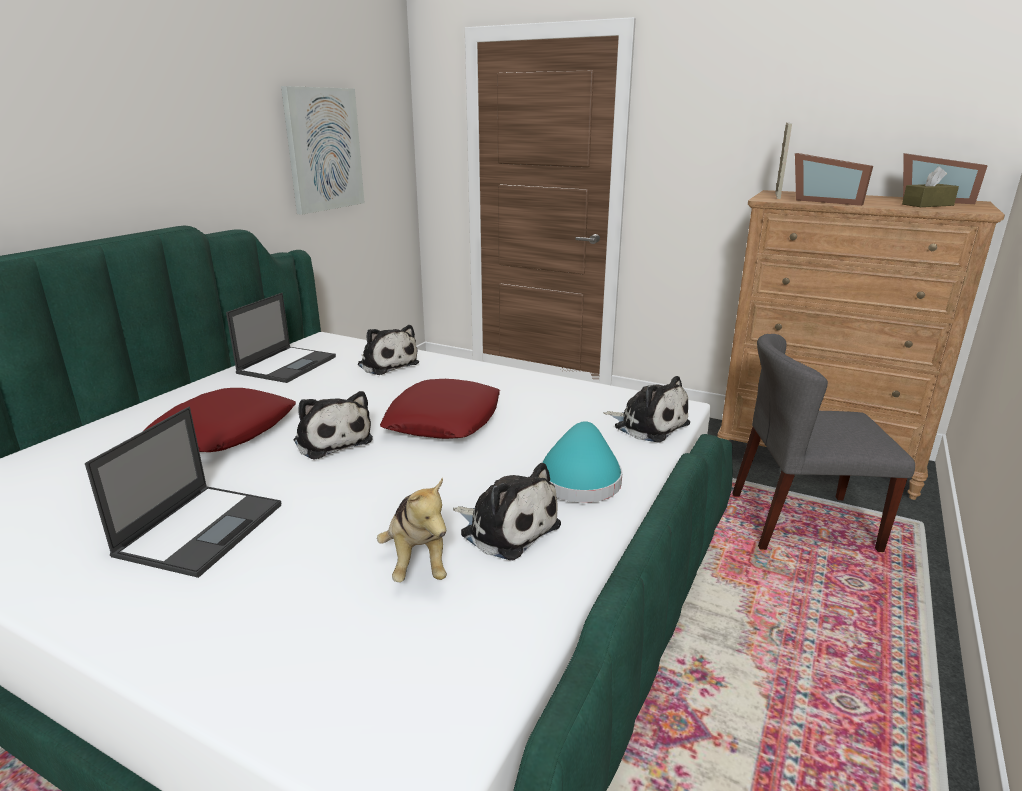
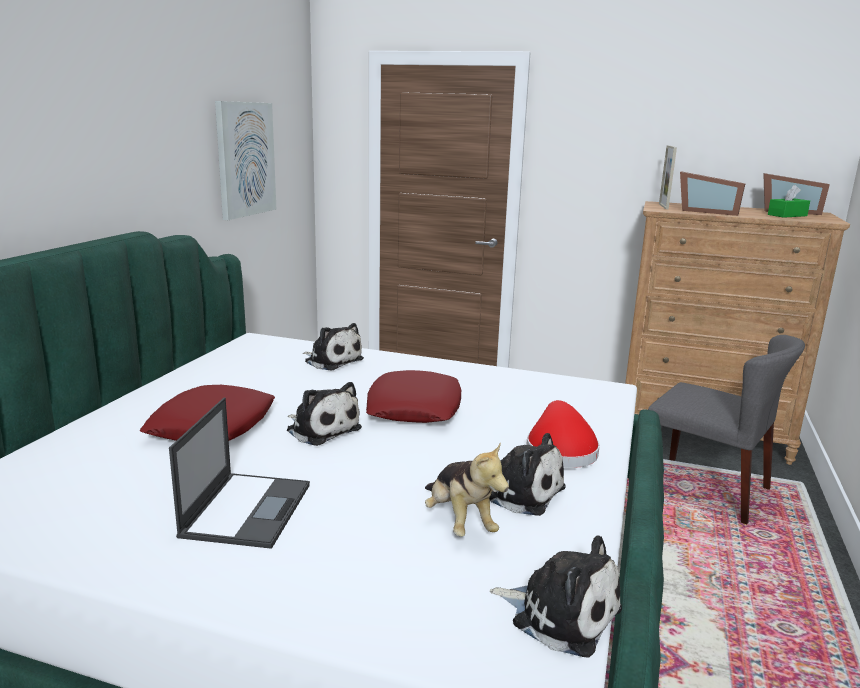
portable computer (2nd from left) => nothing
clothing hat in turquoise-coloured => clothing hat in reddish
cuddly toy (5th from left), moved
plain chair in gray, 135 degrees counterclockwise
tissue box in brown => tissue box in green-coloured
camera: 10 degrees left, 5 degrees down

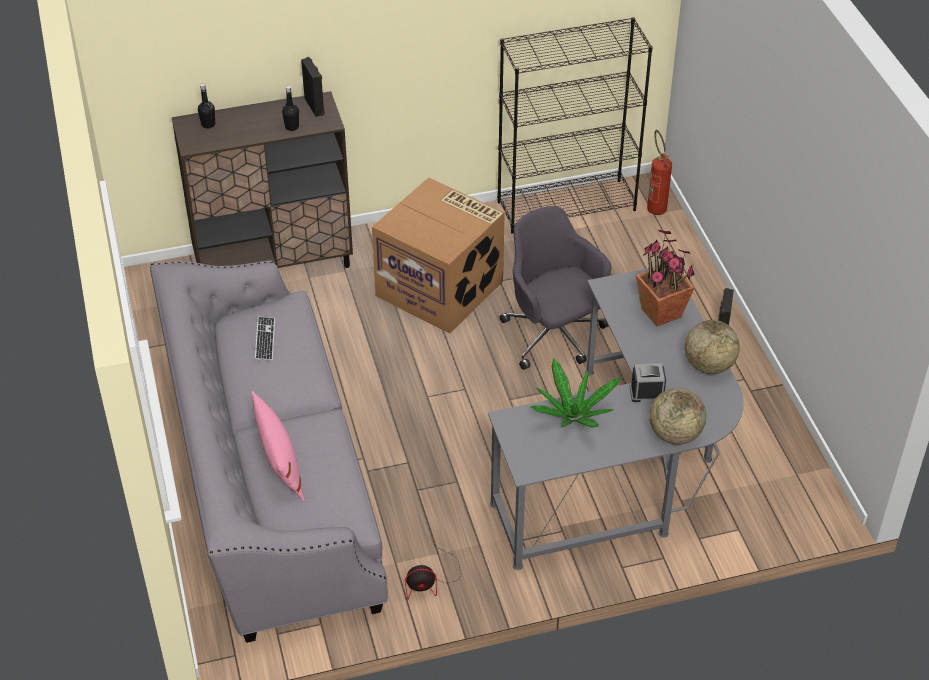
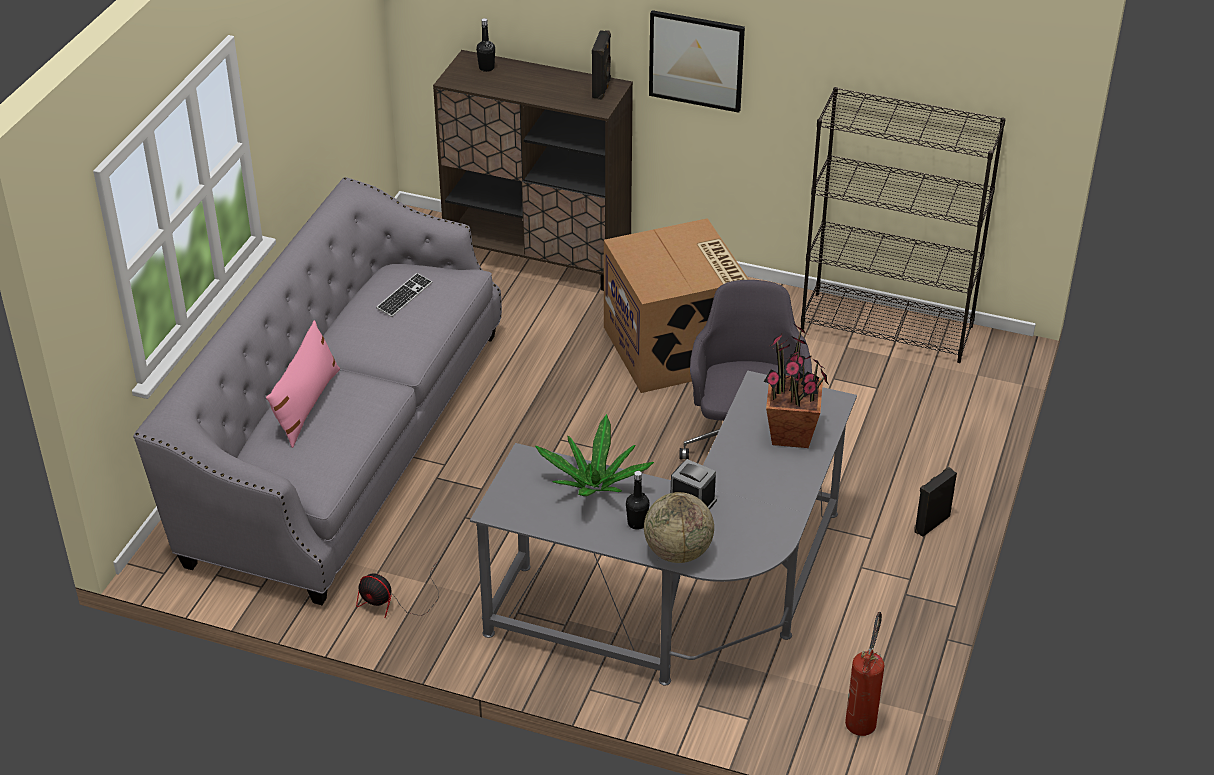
drink bottle in blackish (2nd from left), moved
extinguisher, moved
desk globe (2nd from left) => nothing
nothing => picture
camera: 35 degrees right, 5 degrees down

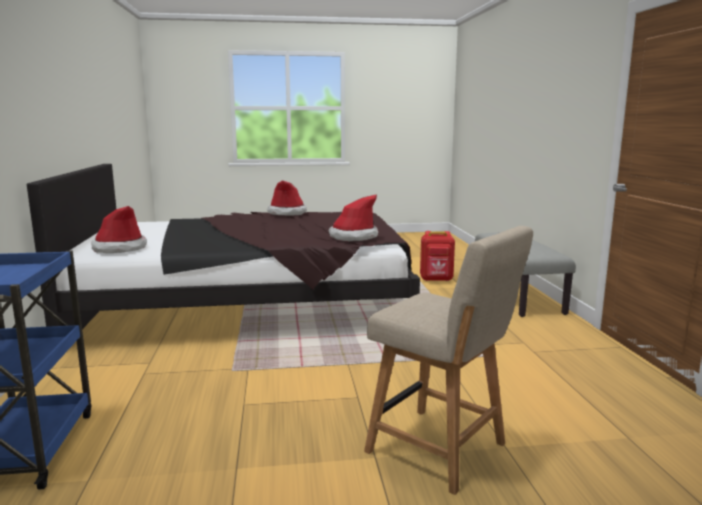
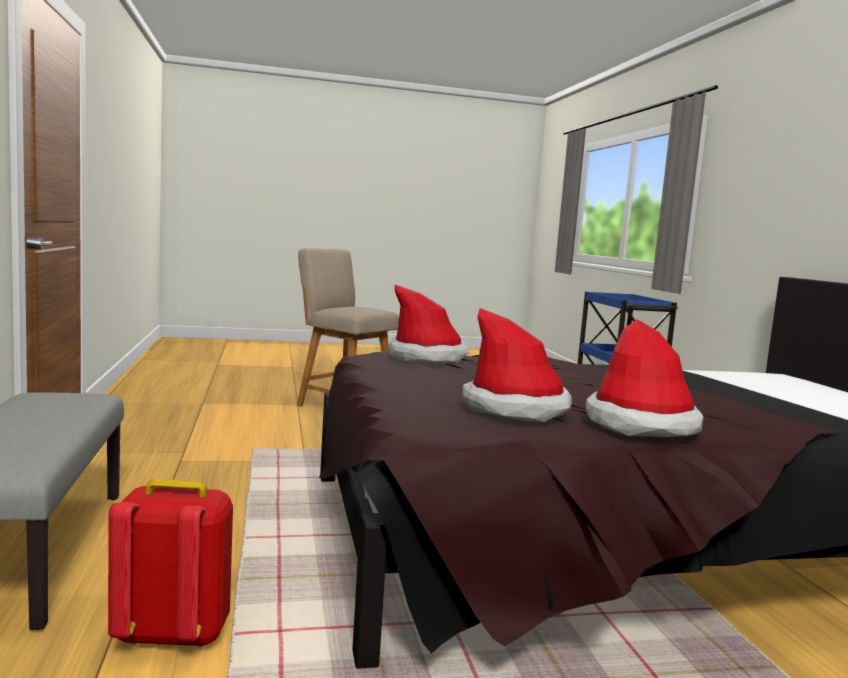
clothing hat (1st from left in the first image) => clothing hat (2nd from left), moved
camera: 175 degrees right, 5 degrees down

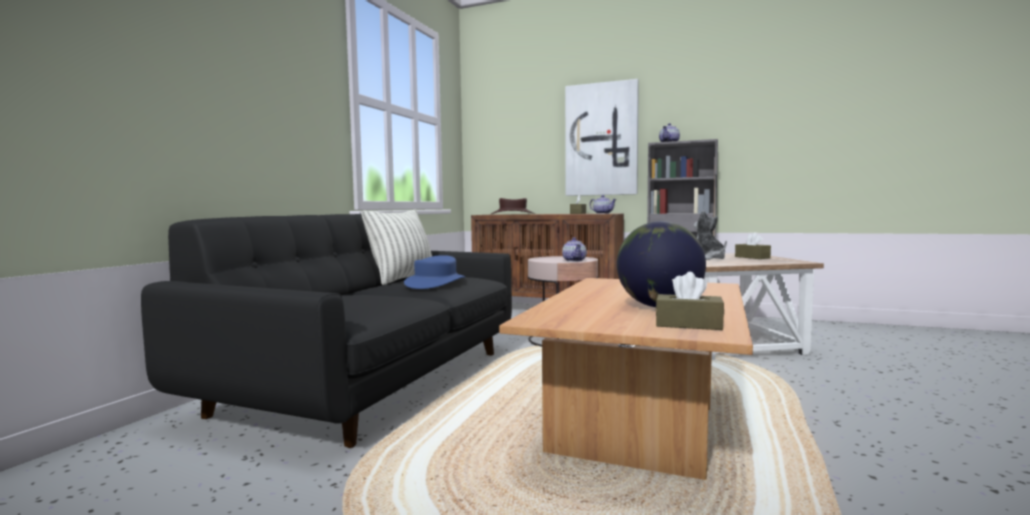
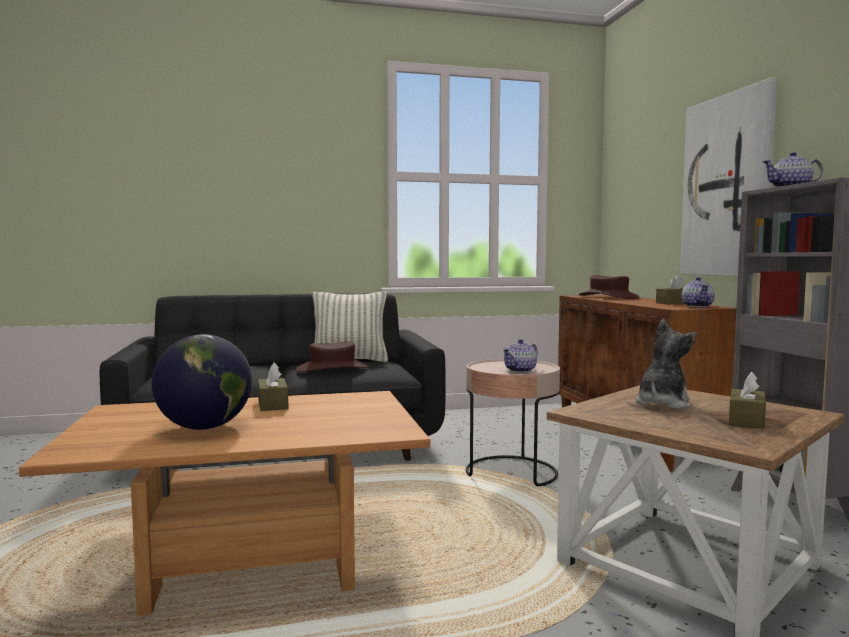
clothing hat in bluish => clothing hat in brown (1st from left)
tissue box in brown (2nd from left in the first image) => tissue box in brown (1st from left), moved
camera: 55 degrees right, 0 degrees up

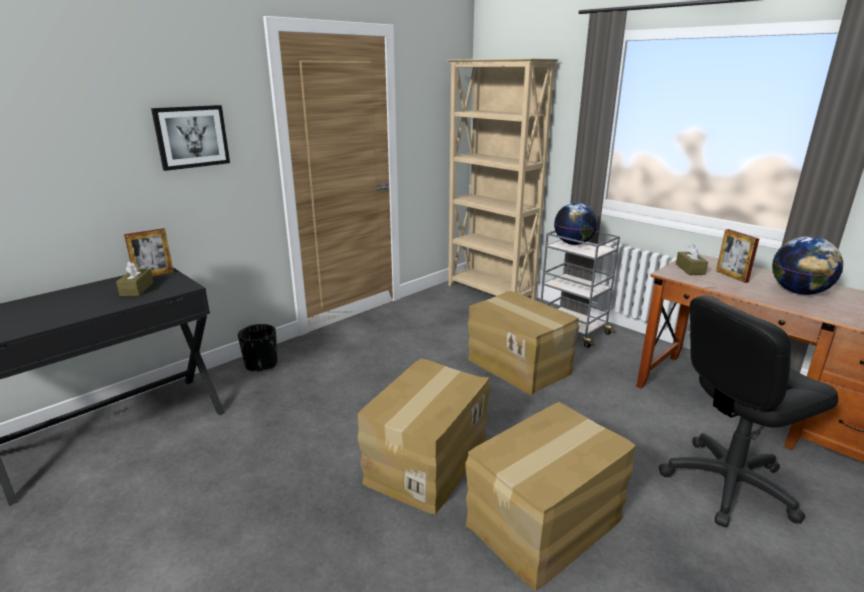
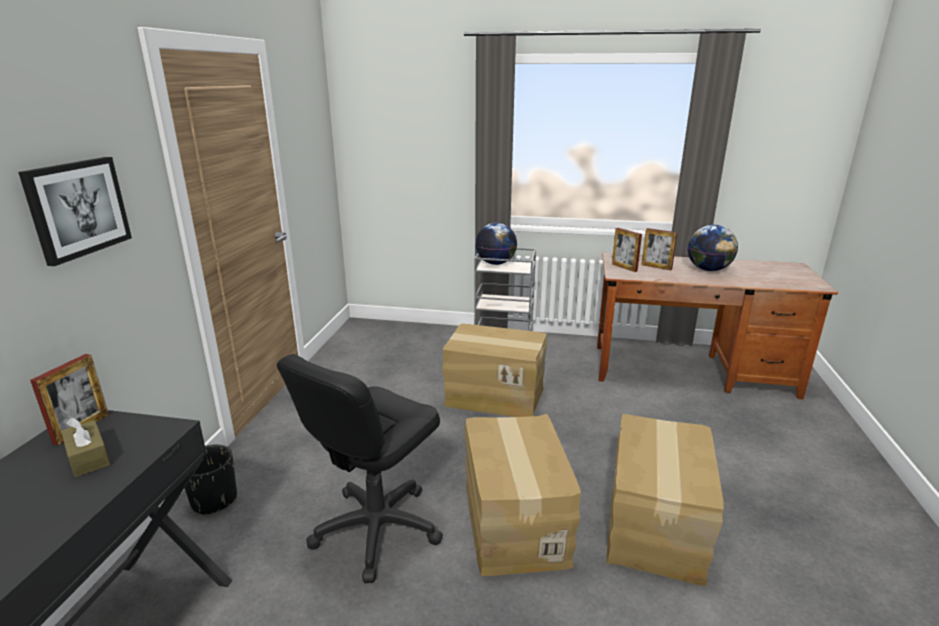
shelving unit in beige => nothing
office chair in blackish, moved
tissue box in brown (2nd from left) => picture frame (2nd from left)
camera: 35 degrees left, 0 degrees up

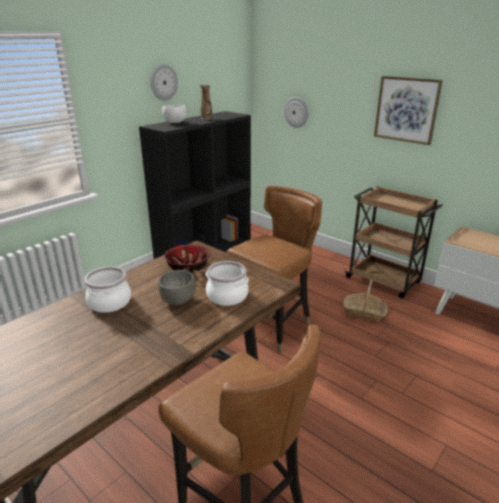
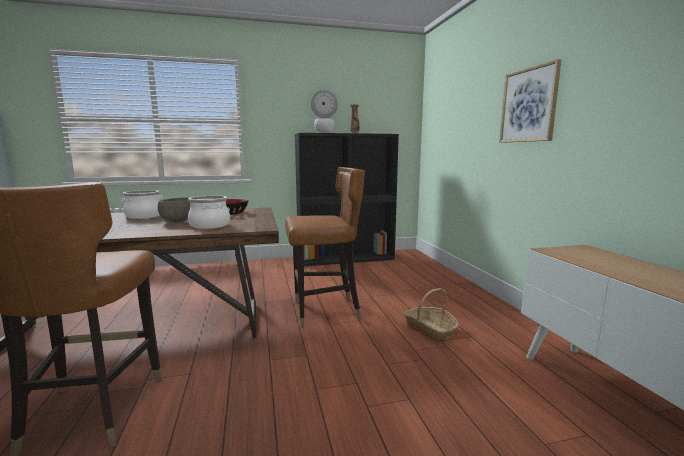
hanging clock (2nd from left) => nothing
trolley in brown => nothing
camera: 35 degrees right, 15 degrees down

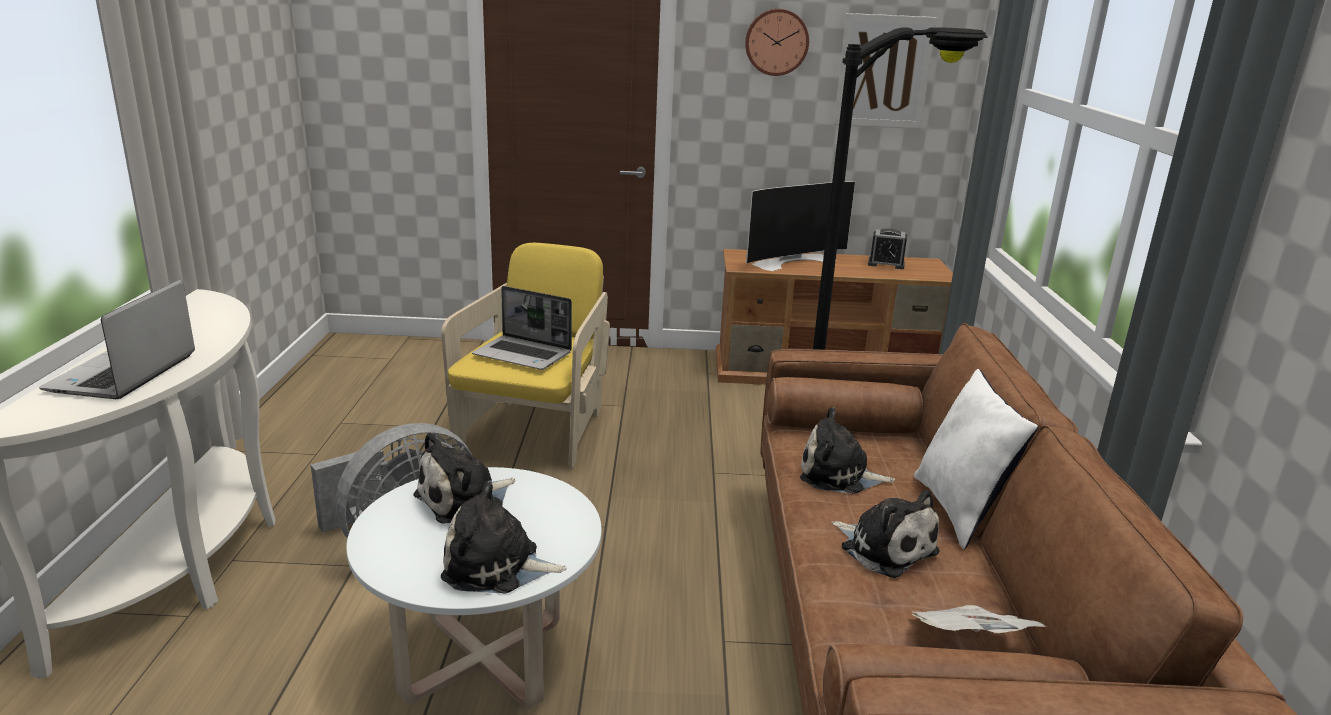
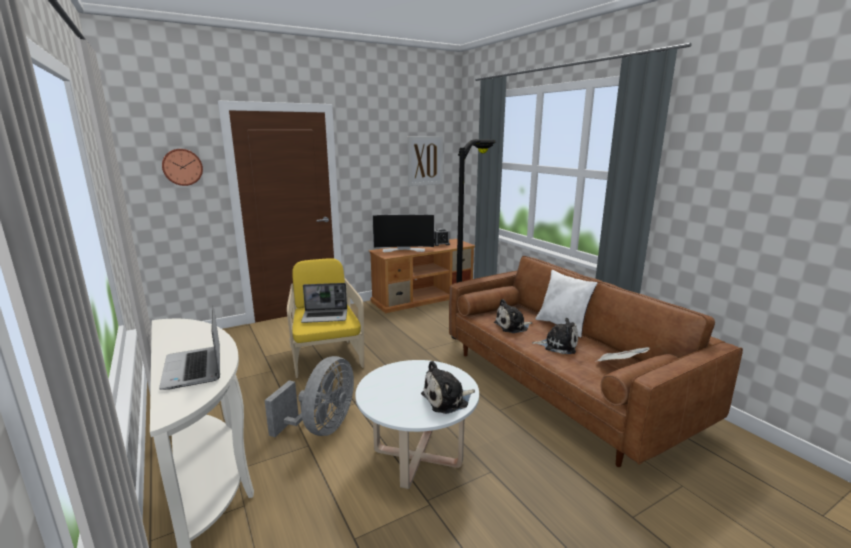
cuddly toy (1st from left) => nothing
hanging clock, moved
TV set, 60 degrees clockwise
camera: 30 degrees left, 5 degrees down

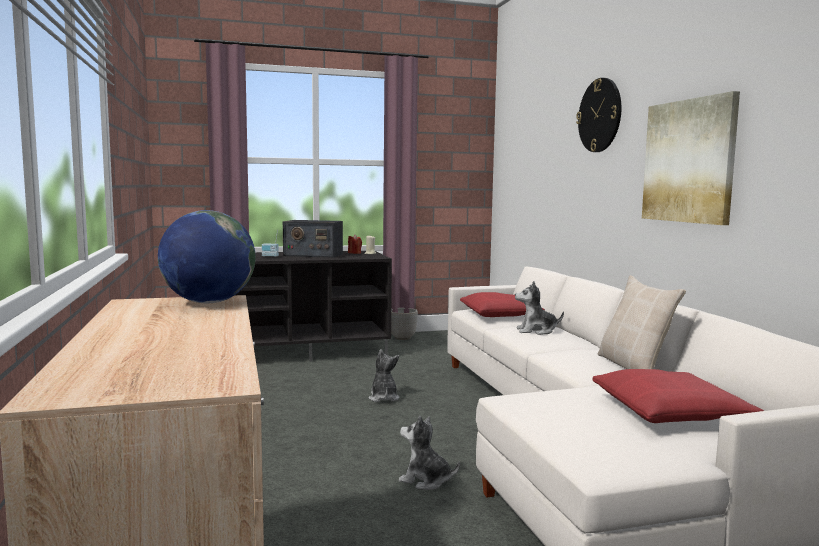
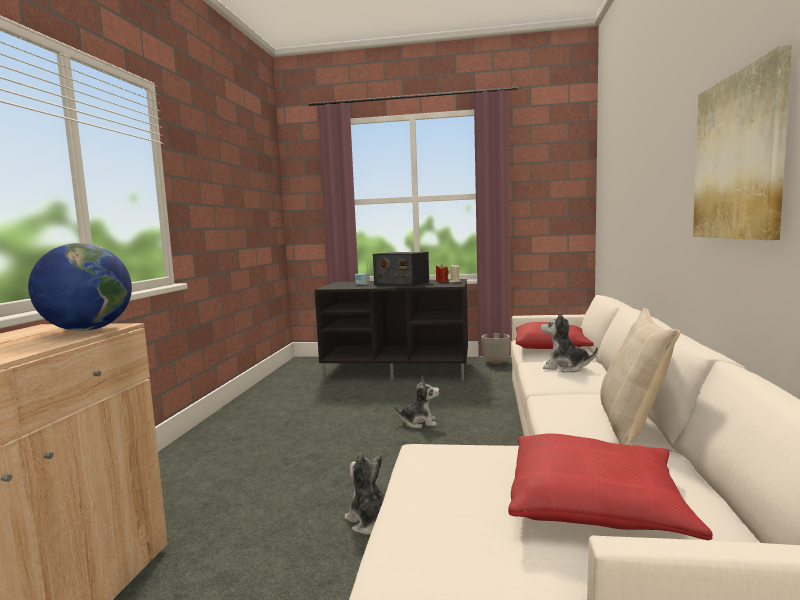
cuddly toy (1st from left in the first image) => cuddly toy (2nd from left), 75 degrees clockwise
hanging clock => nothing
camera: 25 degrees right, 0 degrees up

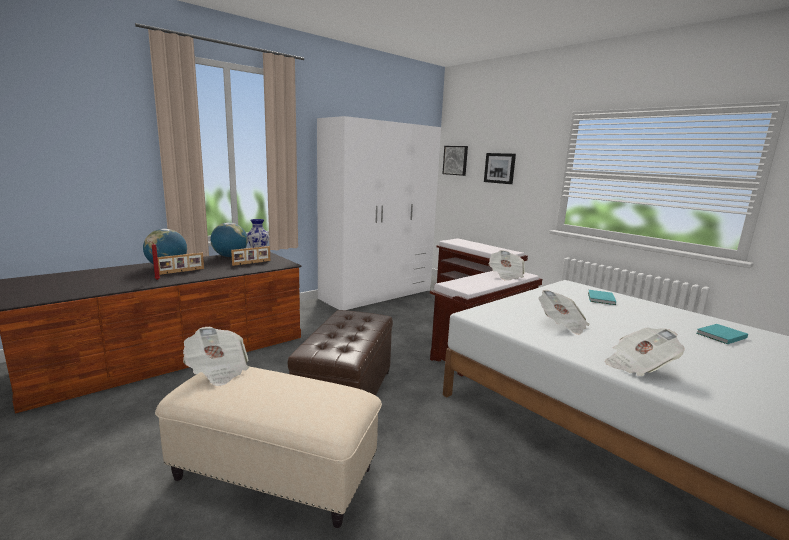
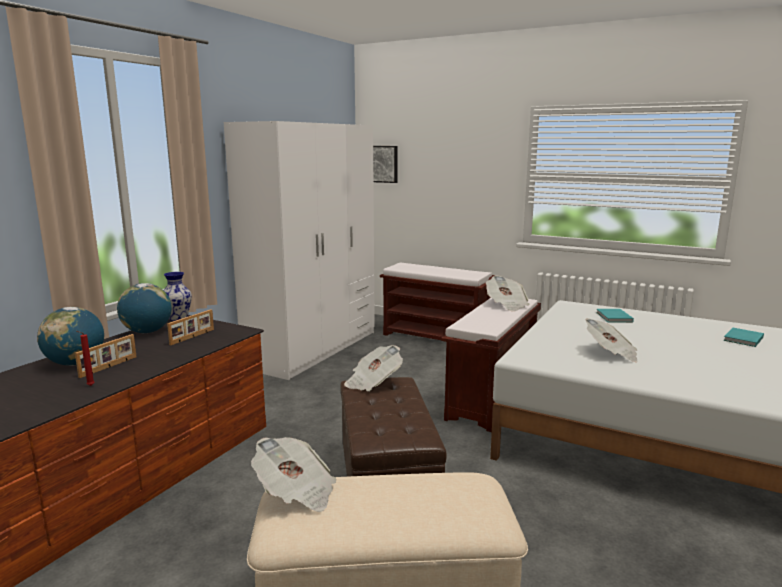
picture (2nd from left) => nothing
daily paper (4th from left in the first image) => daily paper (2nd from left), moved
camera: 20 degrees left, 0 degrees up

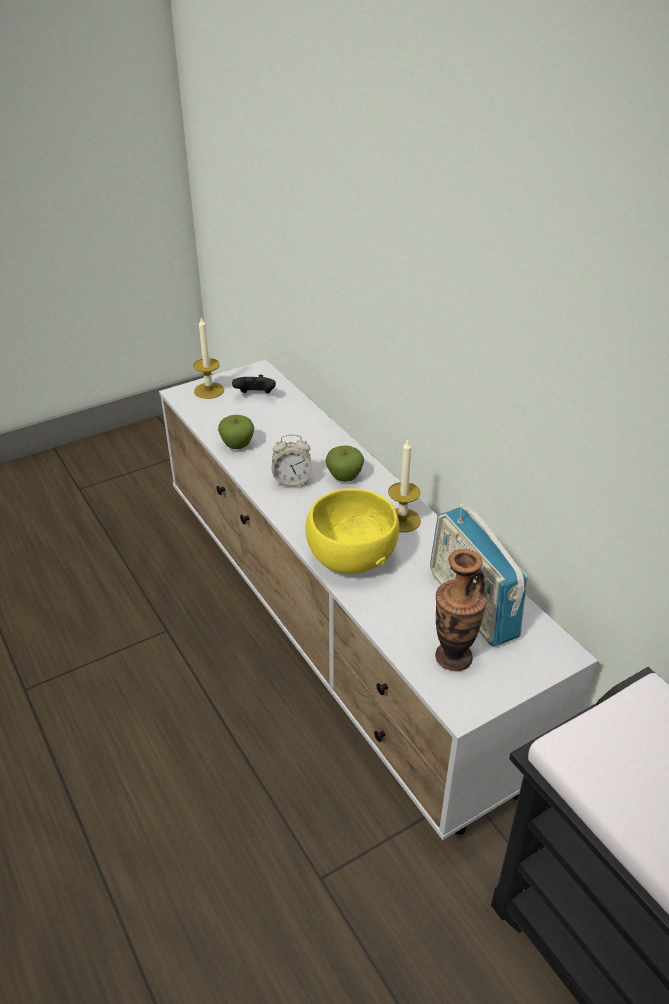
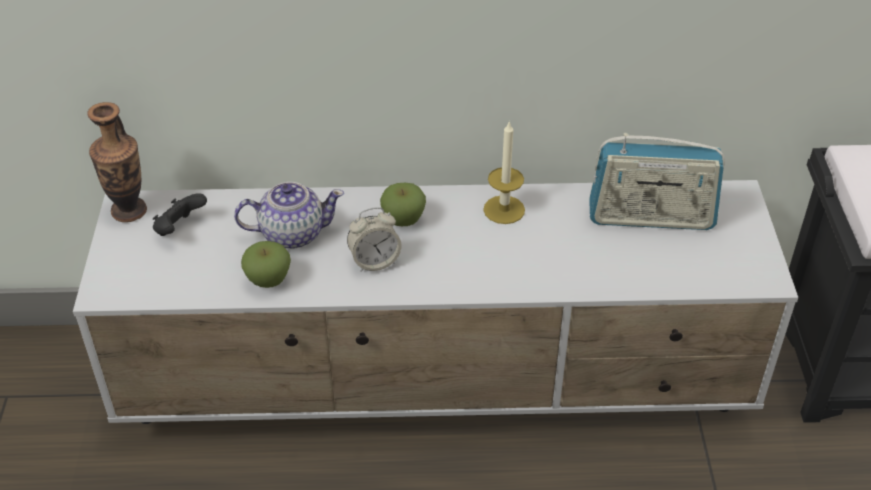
candle (1st from left) => nothing
alarm clock, 45 degrees clockwise
bowl in yellowish => nothing
vase, moved
nothing => tea pot
camera: 60 degrees left, 5 degrees up

